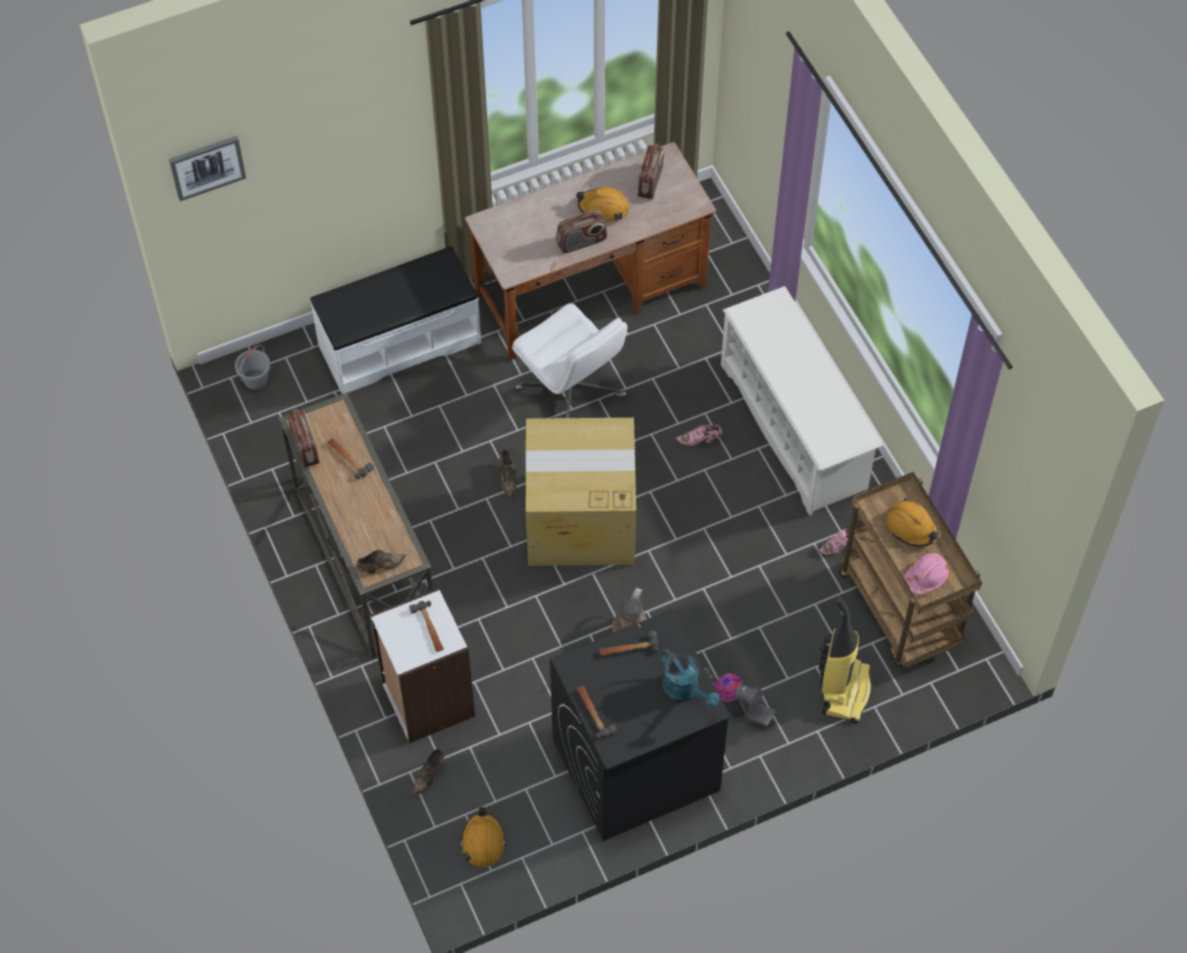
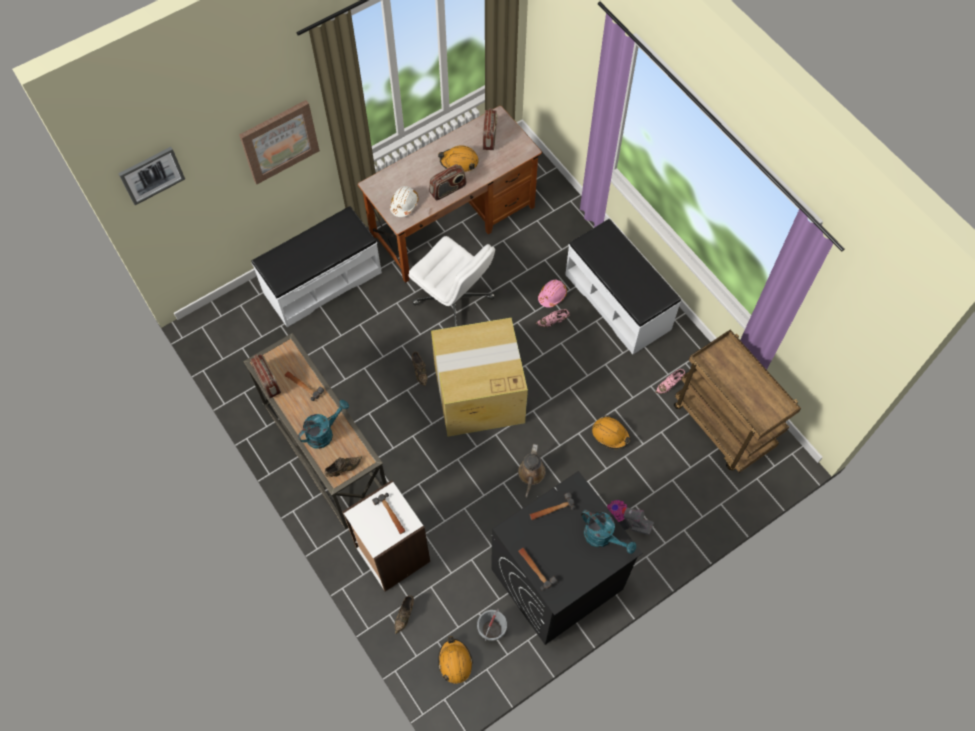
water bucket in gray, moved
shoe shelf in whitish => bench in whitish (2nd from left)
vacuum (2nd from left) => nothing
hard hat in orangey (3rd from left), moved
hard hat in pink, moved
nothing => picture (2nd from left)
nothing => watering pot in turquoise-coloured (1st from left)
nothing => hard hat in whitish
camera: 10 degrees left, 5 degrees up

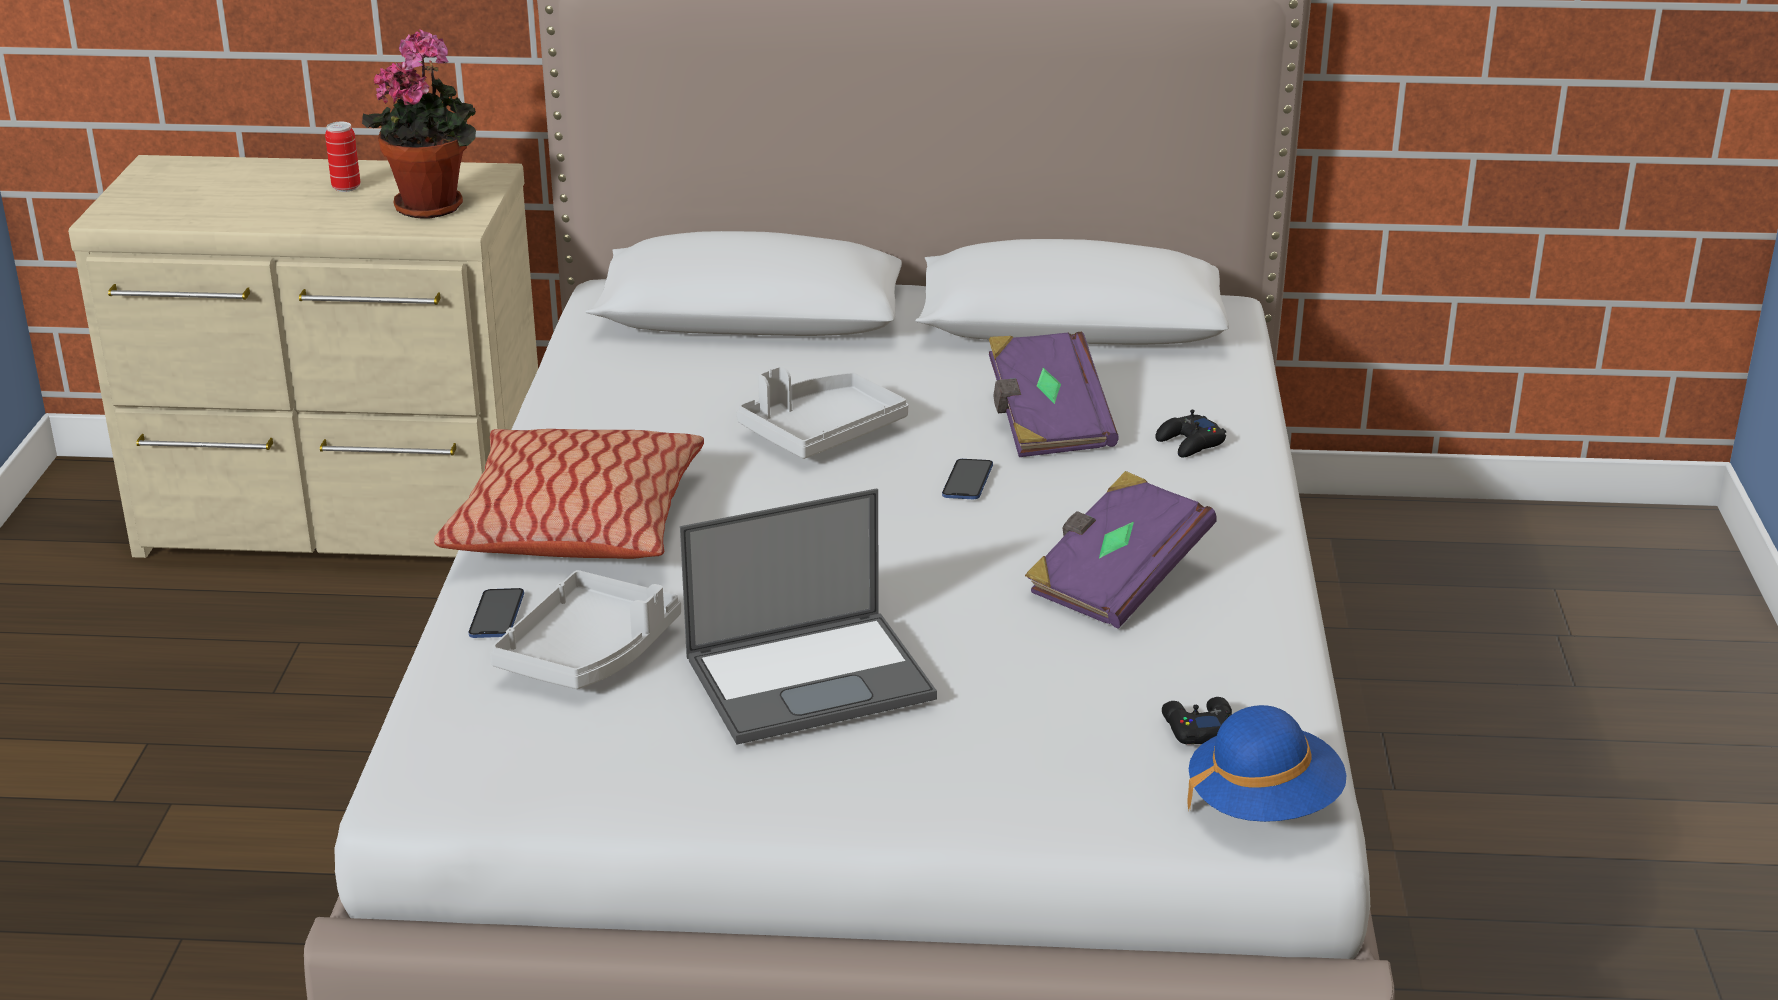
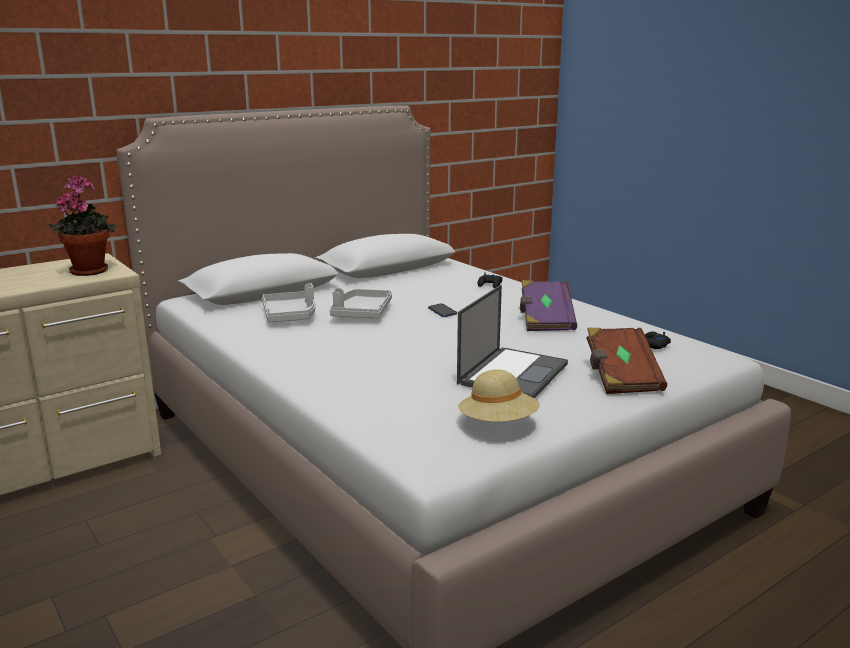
metal can => nothing
pillow => nothing
telephone (1st from left) => nothing
carrying tray in gray (1st from left), moved
bound book in purple (1st from left) => nothing
clothing hat in bluish => nothing
nothing => clothing hat in beige
nothing => bound book in brown
camera: 40 degrees left, 10 degrees down

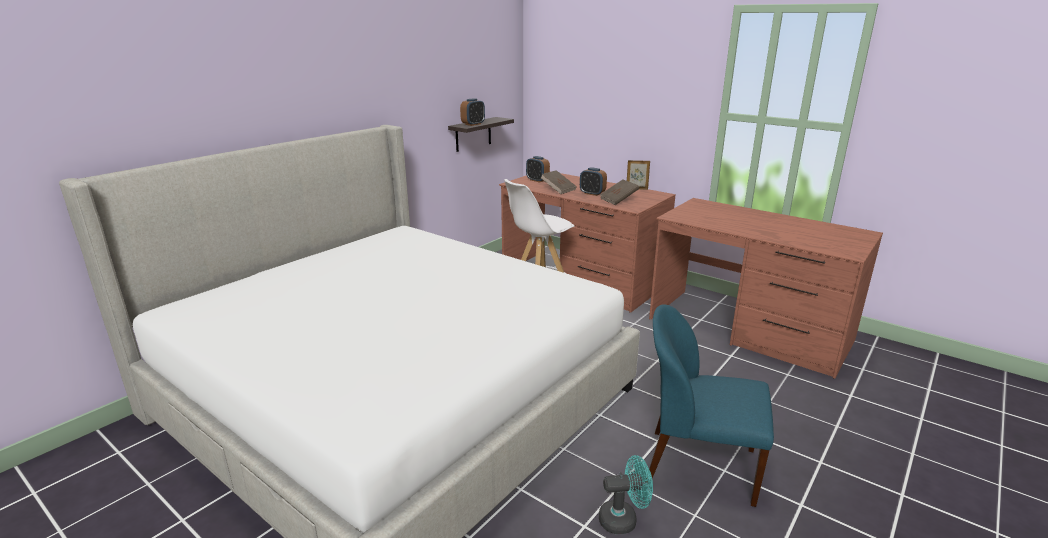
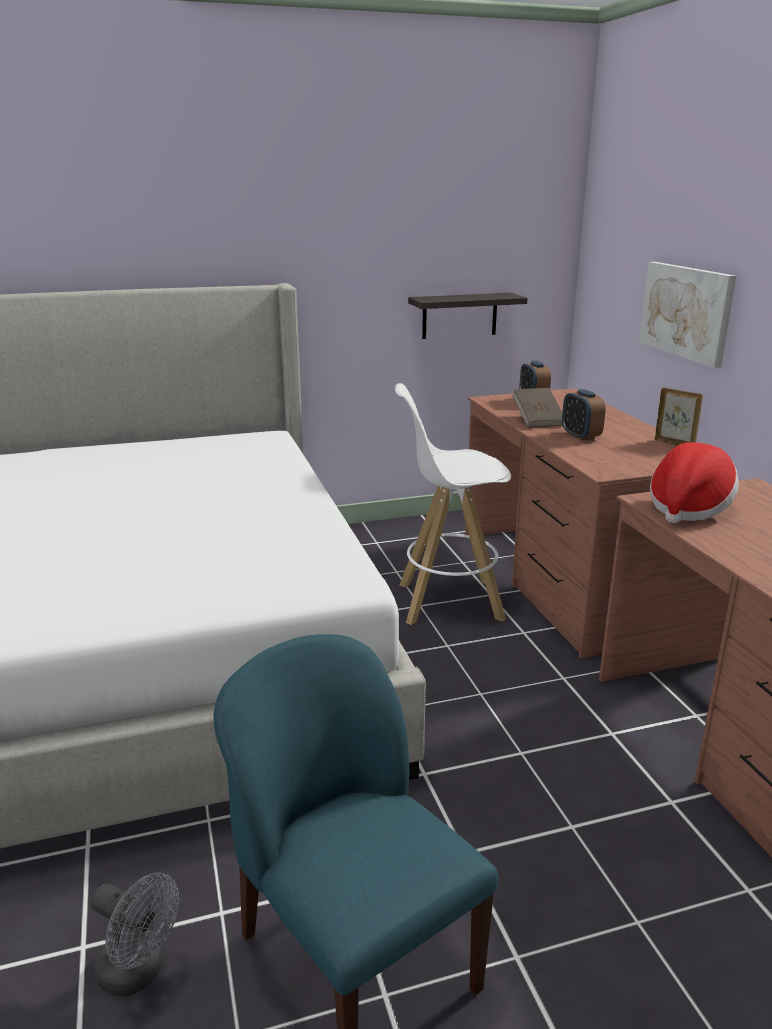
alarm clock (1st from left) => nothing
fan in turquoise-coloured => fan in gray
bound book in brown (2nd from left) => nothing
nothing => picture
nothing => clothing hat
camera: 35 degrees right, 0 degrees up

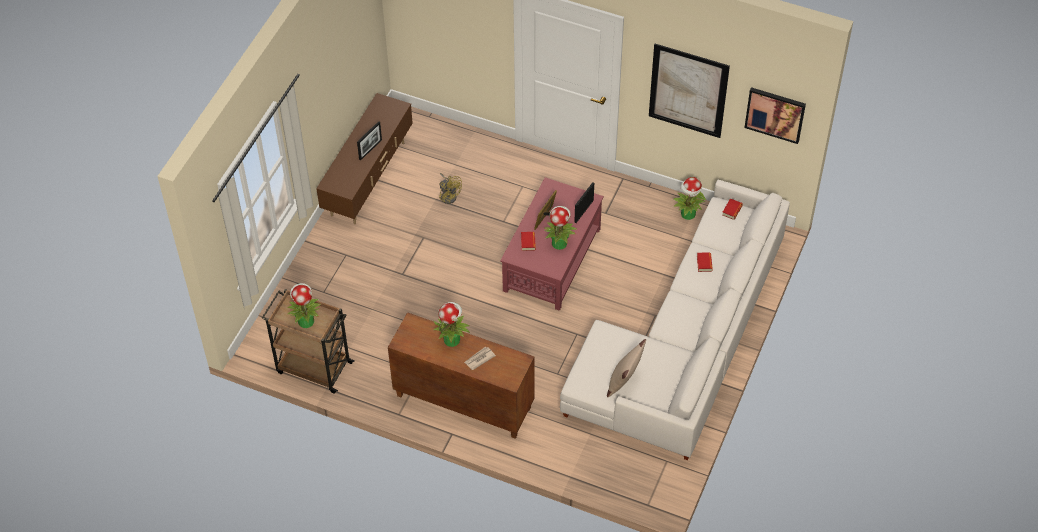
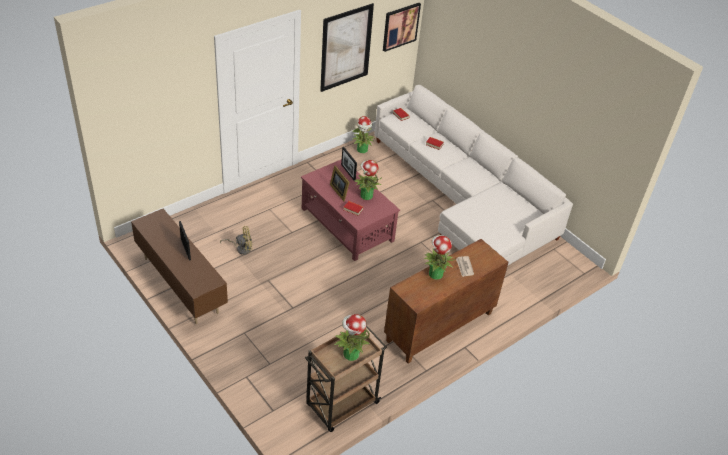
pillow in beige => nothing
camera: 65 degrees left, 10 degrees down

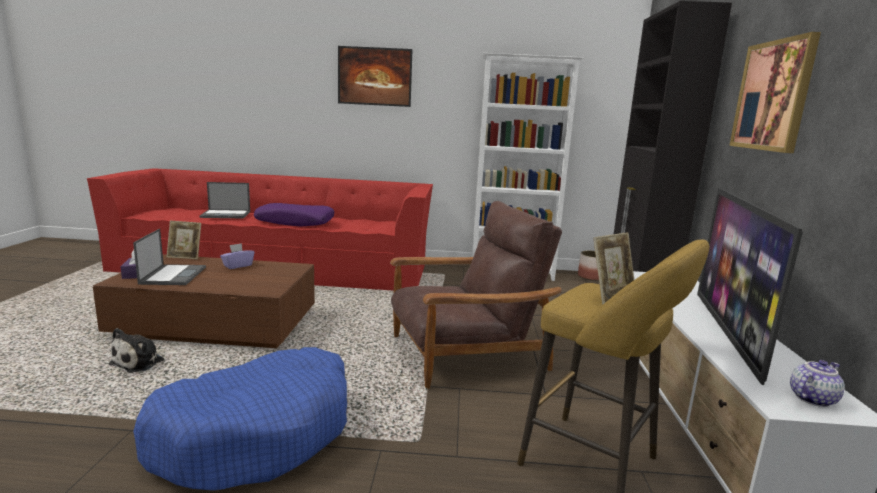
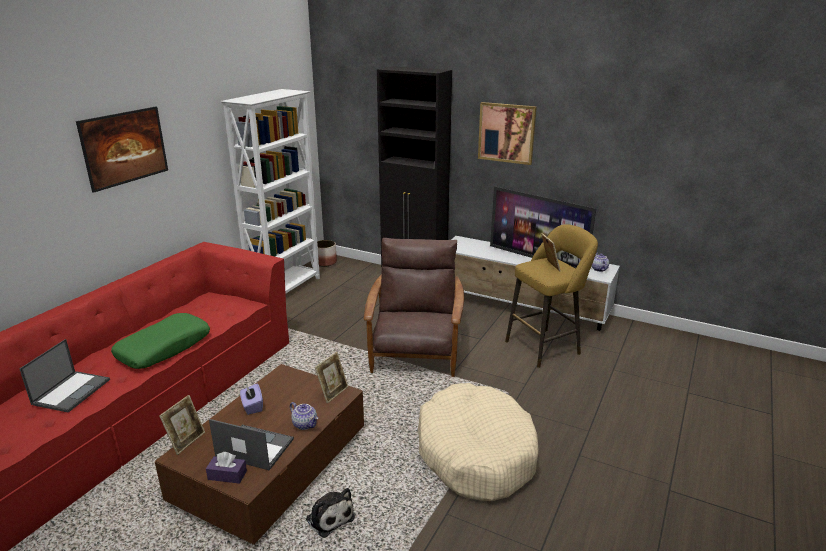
dog bed in bluish => dog bed in beige
pillow in purple => pillow in green-coloured
nothing => tea pot (1st from left)
nothing => picture frame (2nd from left)
camera: 65 degrees left, 10 degrees up

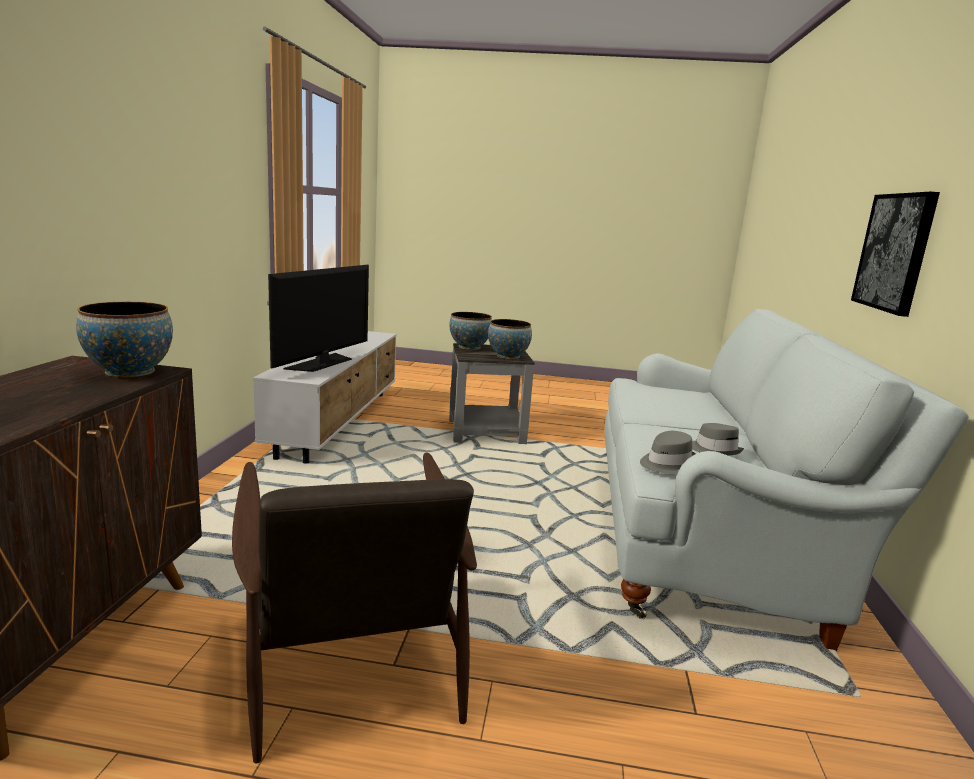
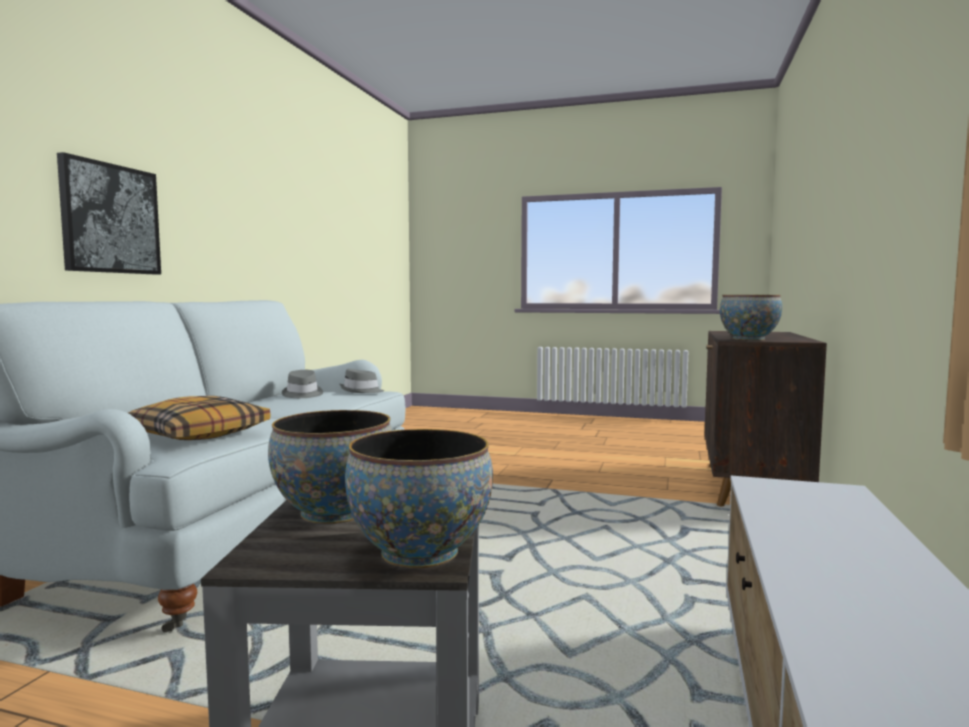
lounge chair in brown => nothing
TV set => nothing
nothing => pillow
camera: 170 degrees left, 10 degrees down

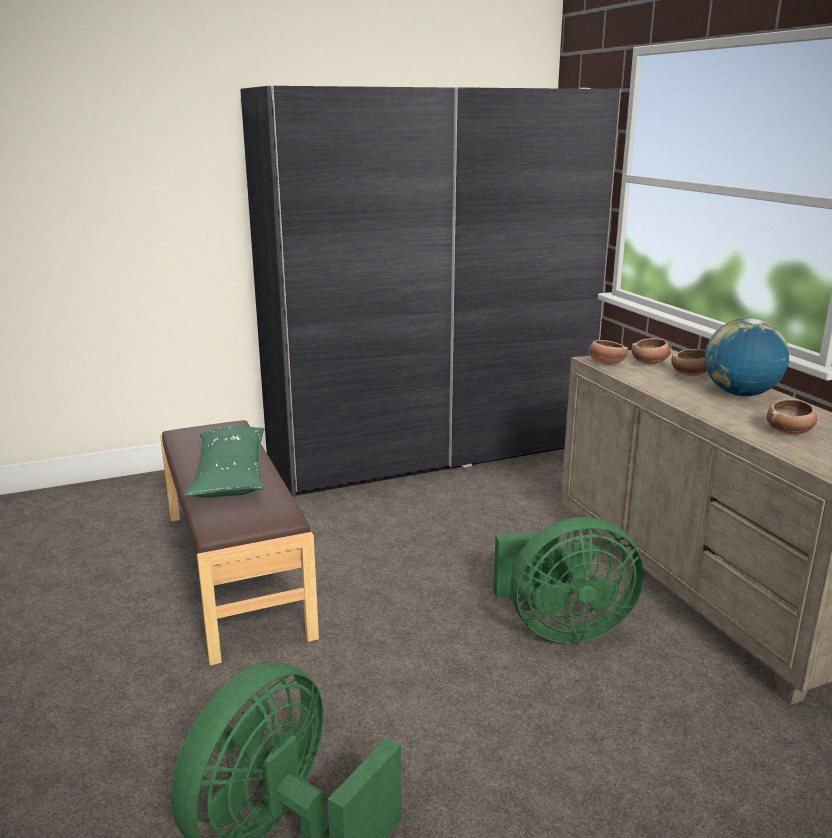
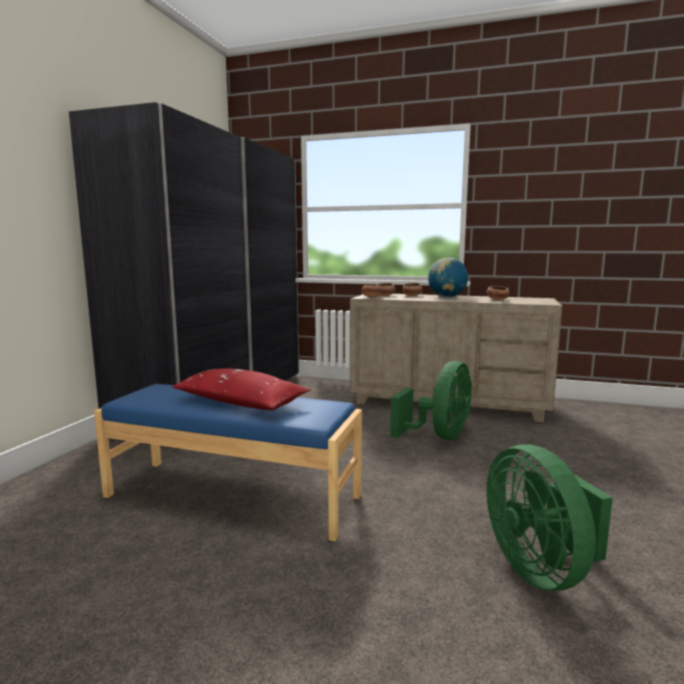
bench in brown => bench in bluish
pillow in green-coloured => pillow in reddish
camera: 50 degrees left, 10 degrees down

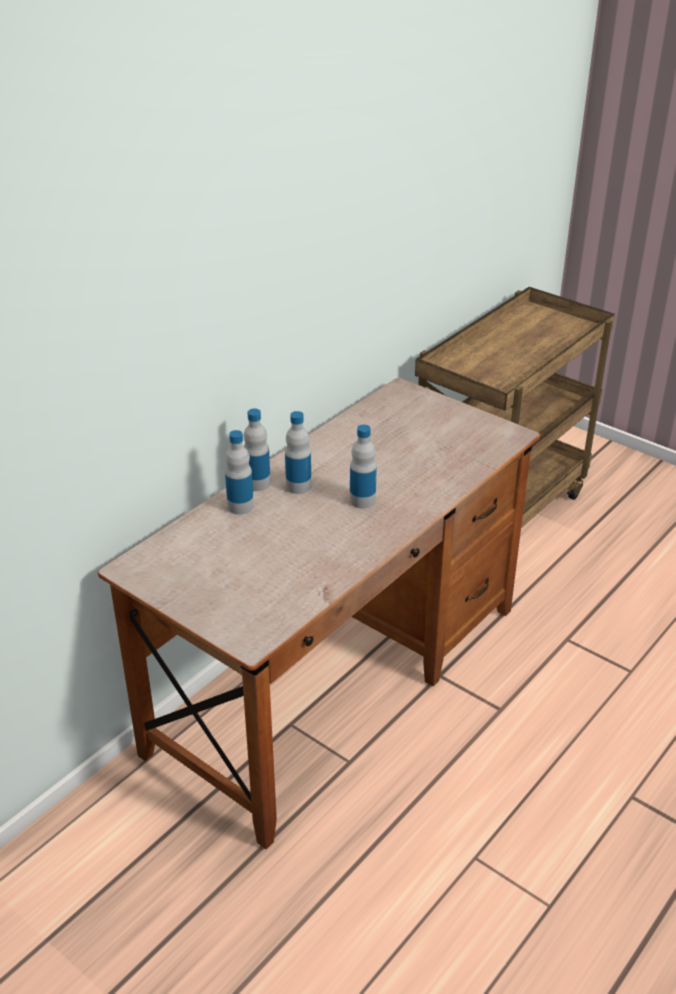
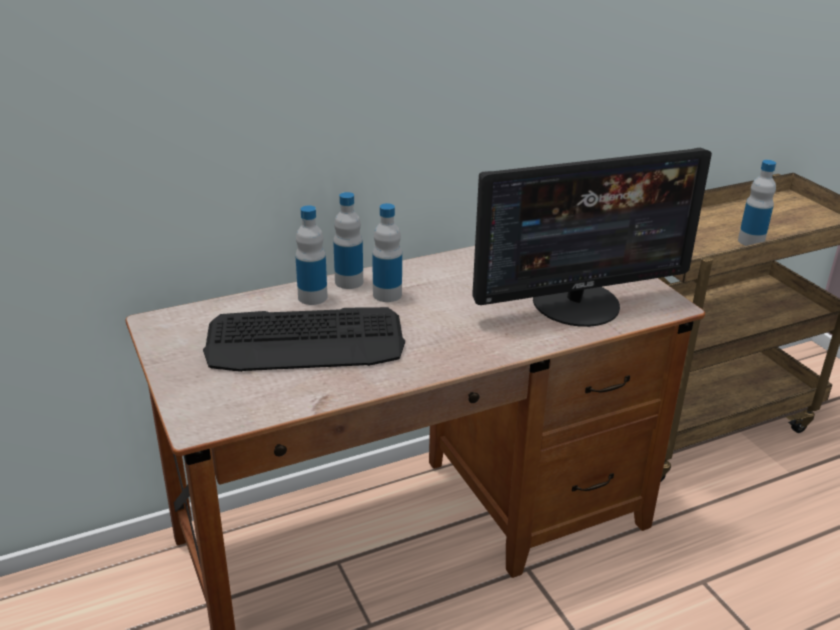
drink bottle (4th from left), moved
nothing => PC keyboard
nothing => monitor
camera: 25 degrees right, 5 degrees down

